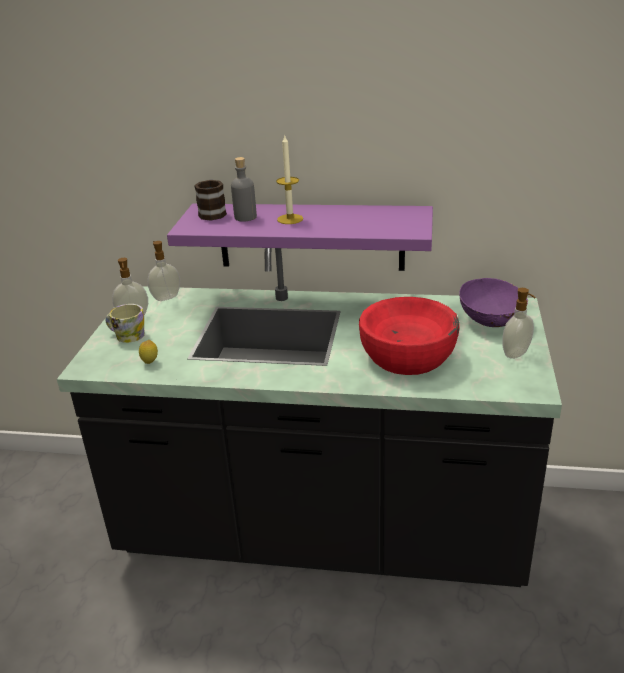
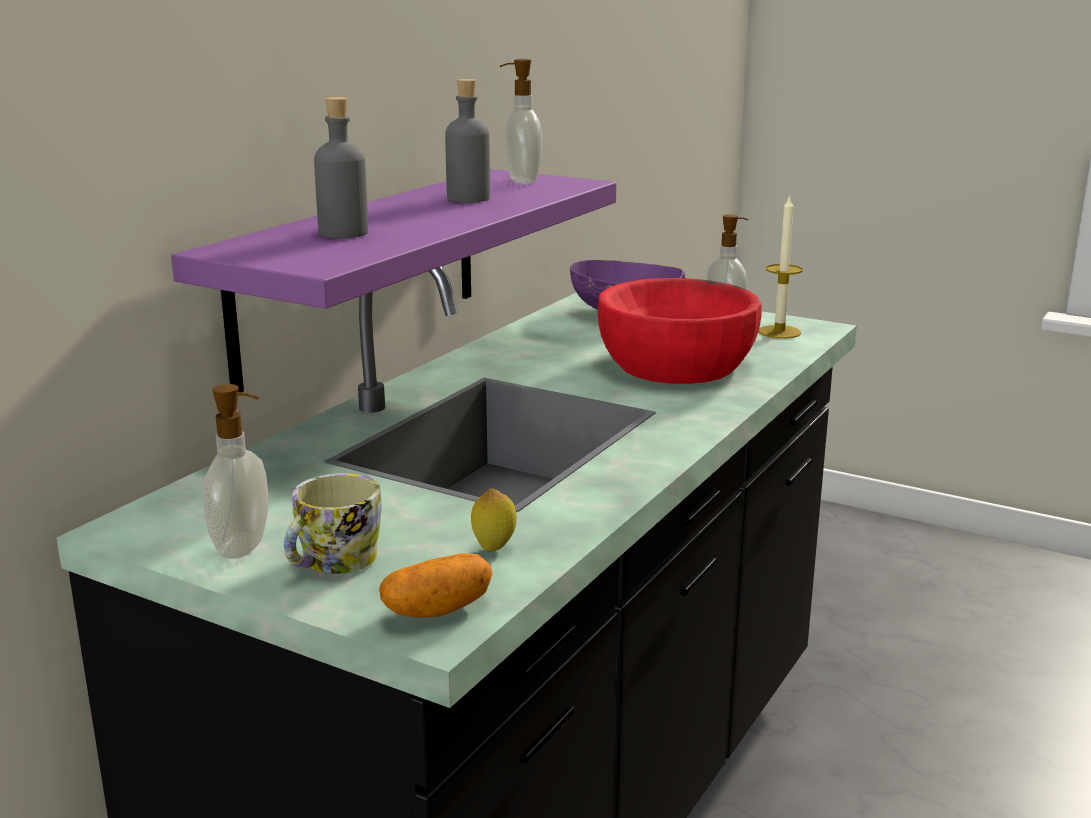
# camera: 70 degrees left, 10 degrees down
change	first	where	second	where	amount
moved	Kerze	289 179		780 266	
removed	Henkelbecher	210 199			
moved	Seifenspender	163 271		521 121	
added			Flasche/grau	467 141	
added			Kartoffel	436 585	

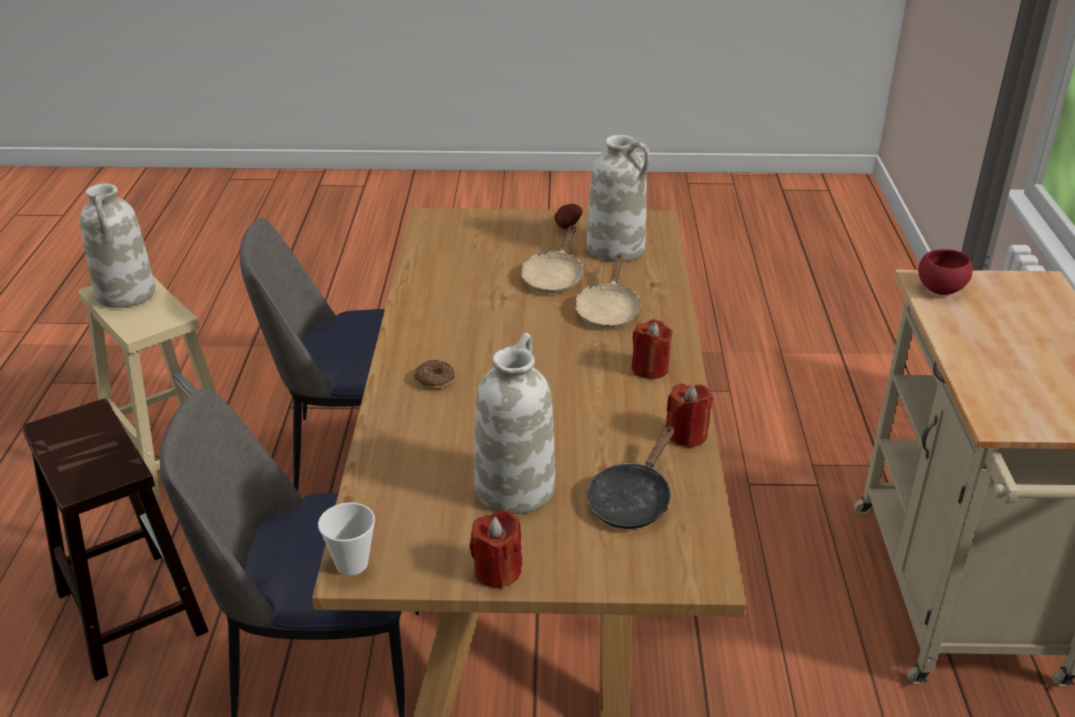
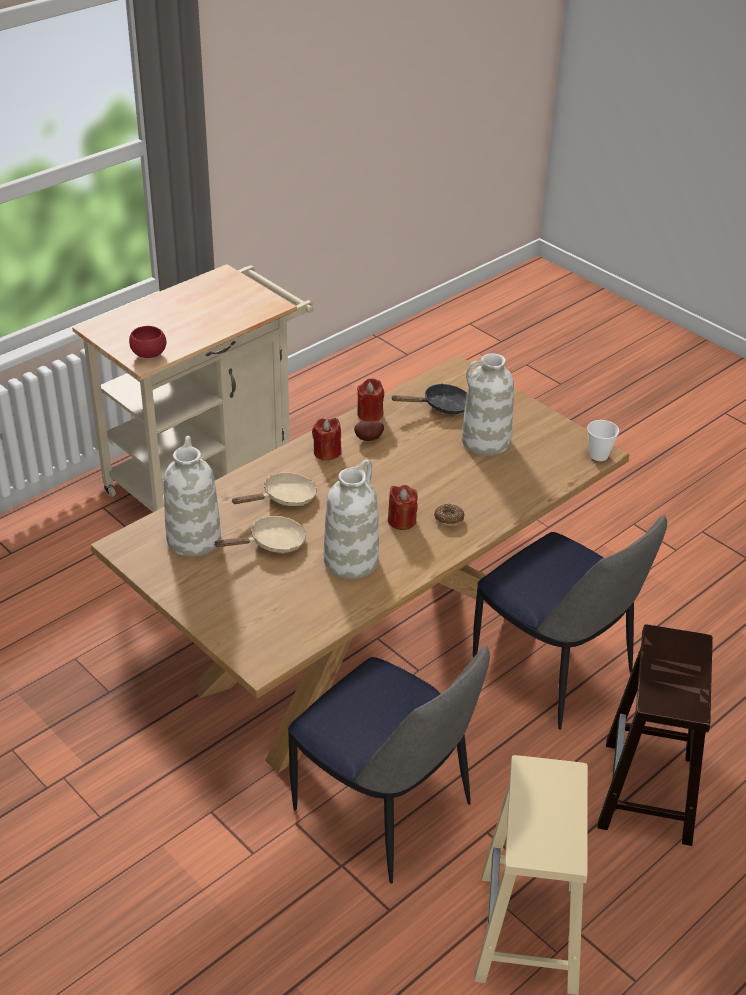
# camera: 135 degrees left, 5 degrees up
change	first	where	second	where	amount
moved	Vase/weiß	117 245		351 519	
moved	Kartoffel	568 216		369 431	
moved	Kerze/rot	496 549		403 507	

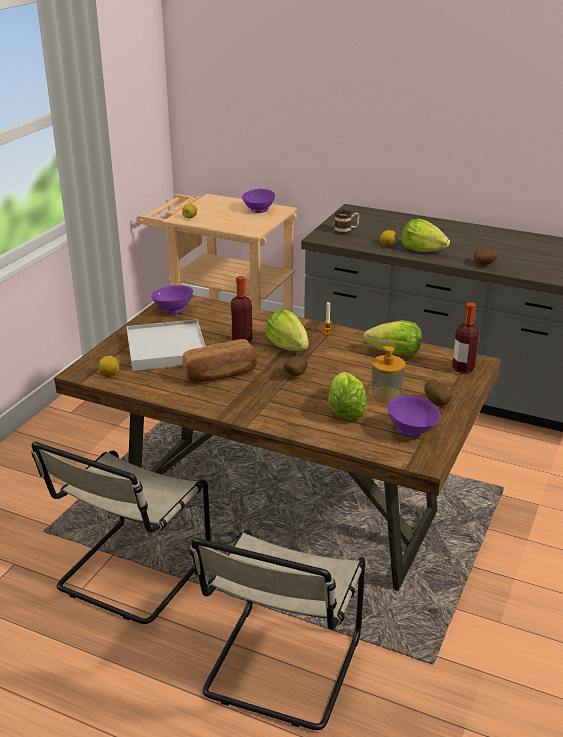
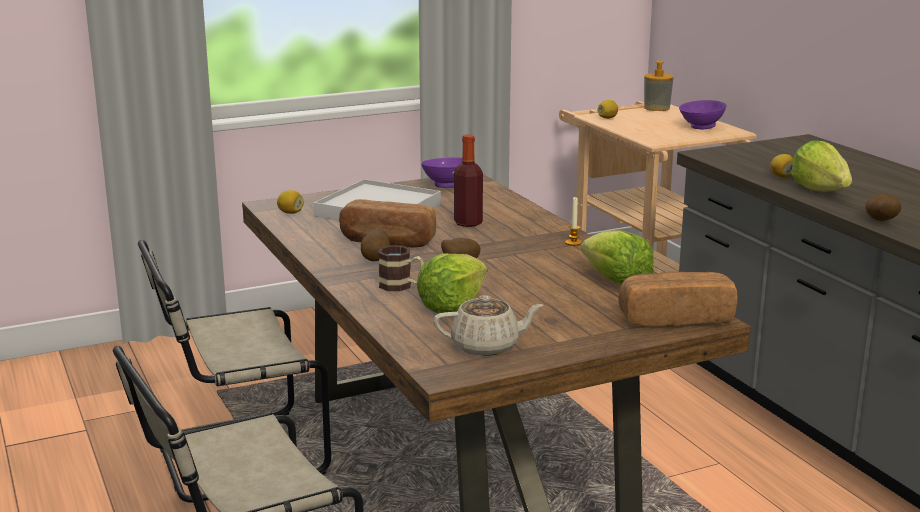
# camera: 40 degrees right, 10 degrees down
change	first	where	second	where	amount
moved	Henkelbecher	347 222		401 268	
replaced	Flasche	465 337	Brot	678 299	
removed	Salatkopf	287 330			
moved	Seifenspender	388 374		659 86	
moved	Kartoffel	438 392		375 245	
replaced	Schüssel/lila	413 416	Teekanne/beige	488 325	

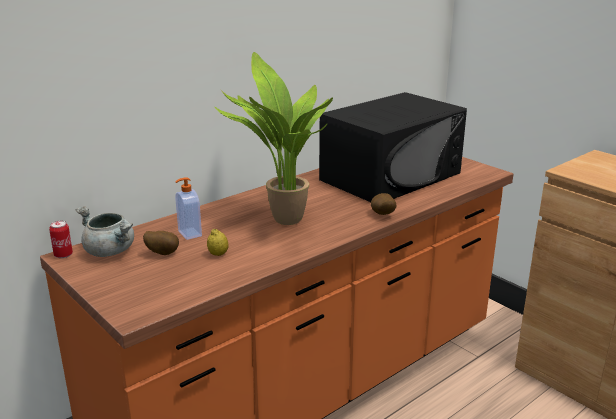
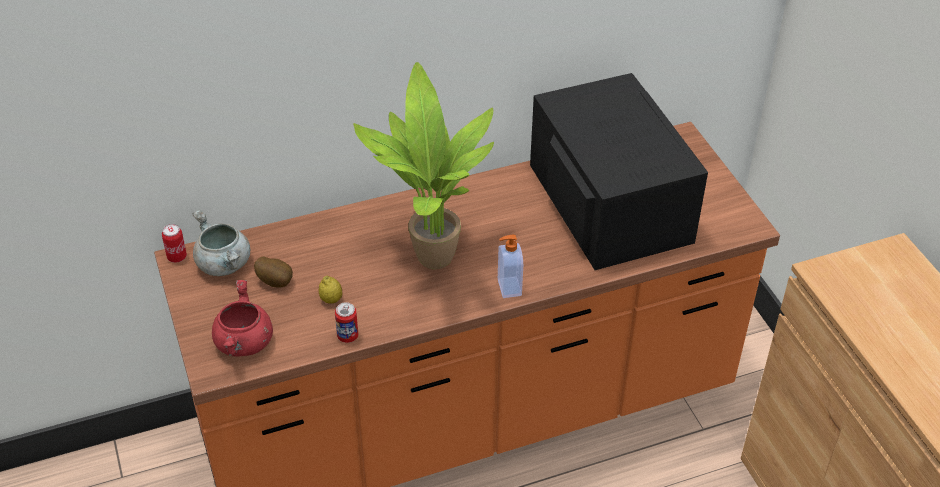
# camera: 20 degrees right, 20 degrees up
change	first	where	second	where	amount
turned	Mikrowelle/schwarz	393 147		619 171	90 degrees counterclockwise
moved	Seifenspender	188 208		510 266	
removed	Kartoffel	383 204			
added			Kochtopf/rot	242 318	
added			Dose	346 322	

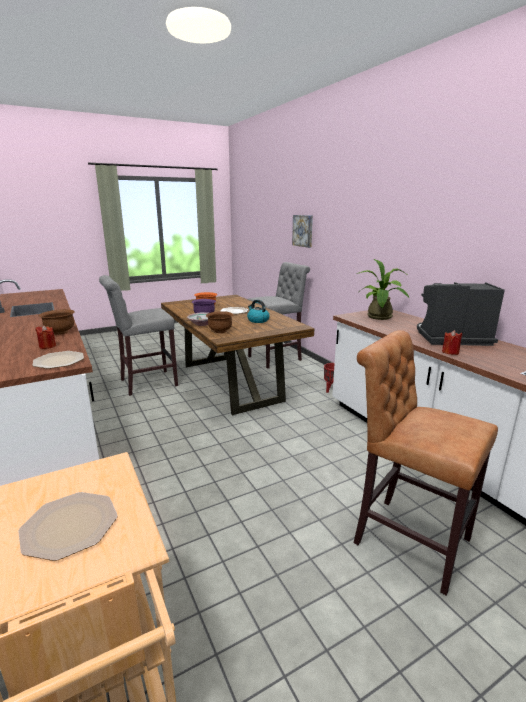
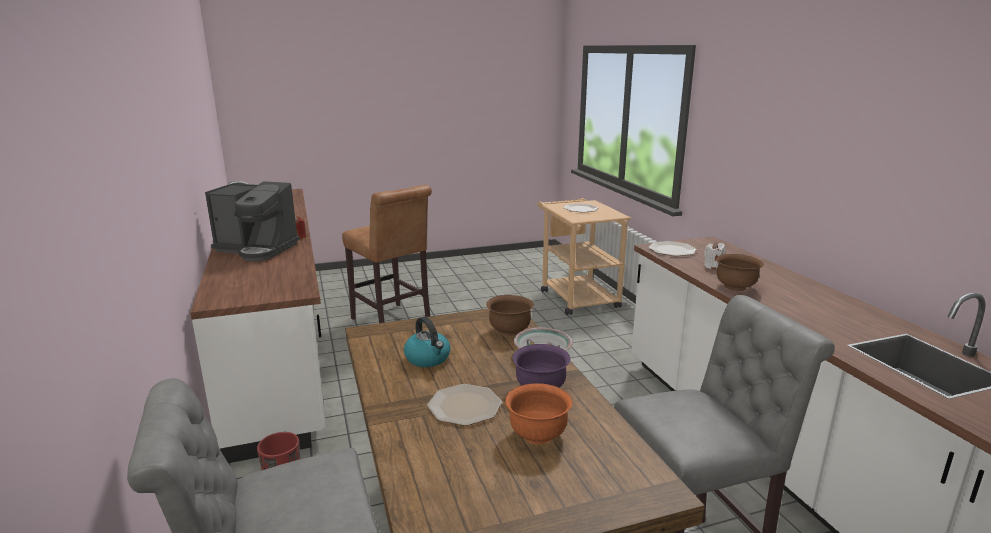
# camera: 170 degrees left, 0 degrees up
change	first	where	second	where	amount
removed	Bild	302 231			
removed	Topfpflanze	384 289			
recoloured	Kerze/rot	46 337	Kerze/weiß	714 255	

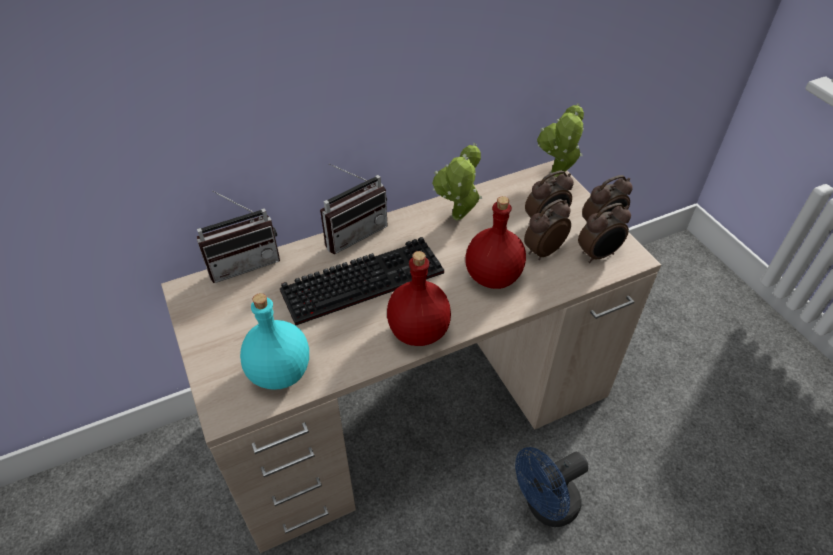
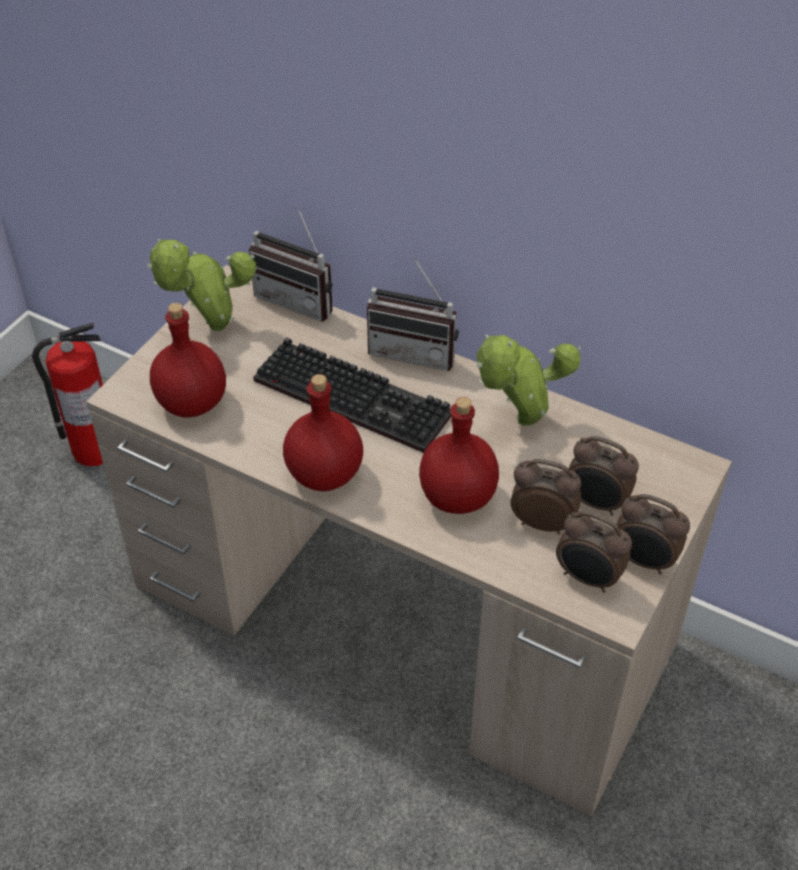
# camera: 55 degrees right, 0 degrees up
change	first	where	second	where	amount
moved	Topfpflanze	560 140		202 285	
recoloured	Flasche/türkis	274 341	Flasche/rot	188 360	
removed	Ventilator/blau	551 487			
added			Feuerlöscher	67 394	

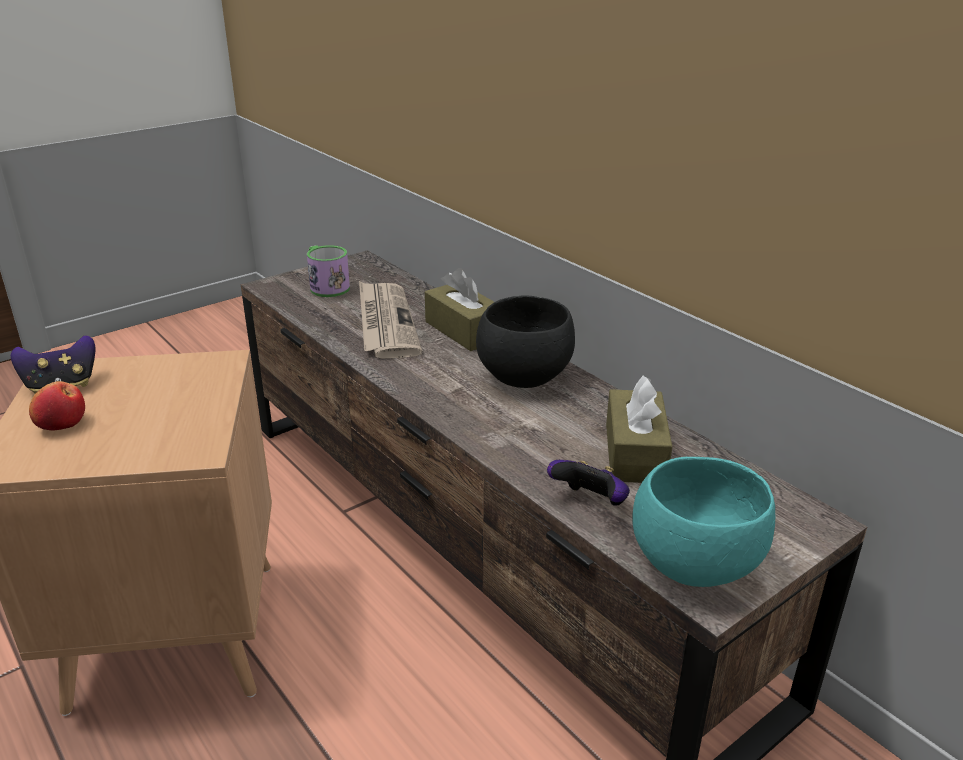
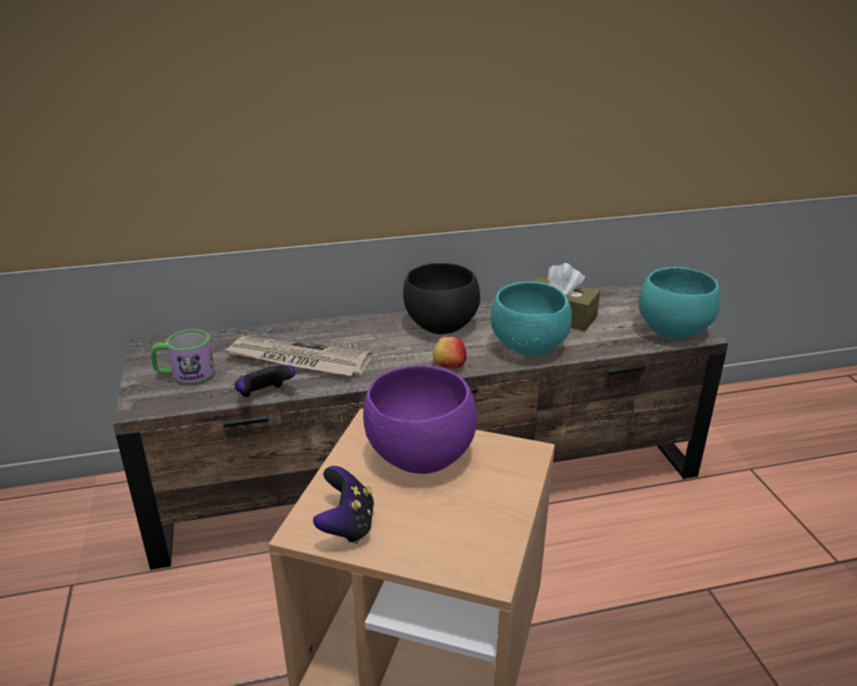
# camera: 65 degrees left, 0 degrees up
change	first	where	second	where	amount
removed	Taschentuchbox/braun	459 309			
moved	Apfel	57 406		449 353	
moved	Gamepad	588 483		265 380	
added			Schüssel/türkis	531 318	
added			Schüssel/lila	420 419	

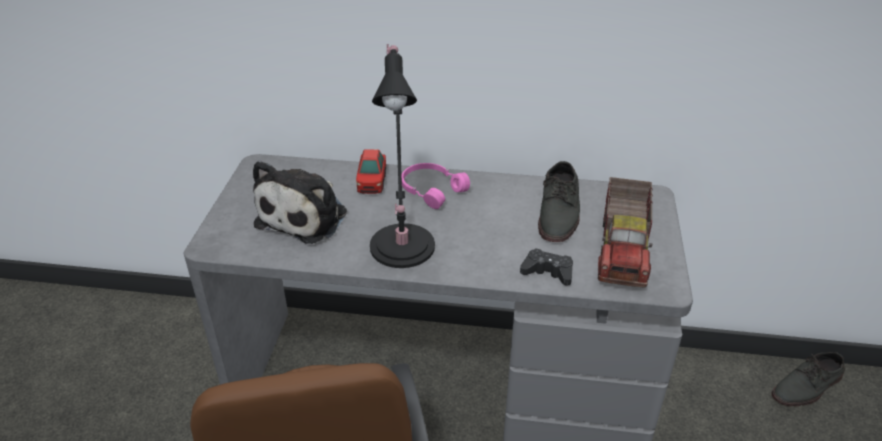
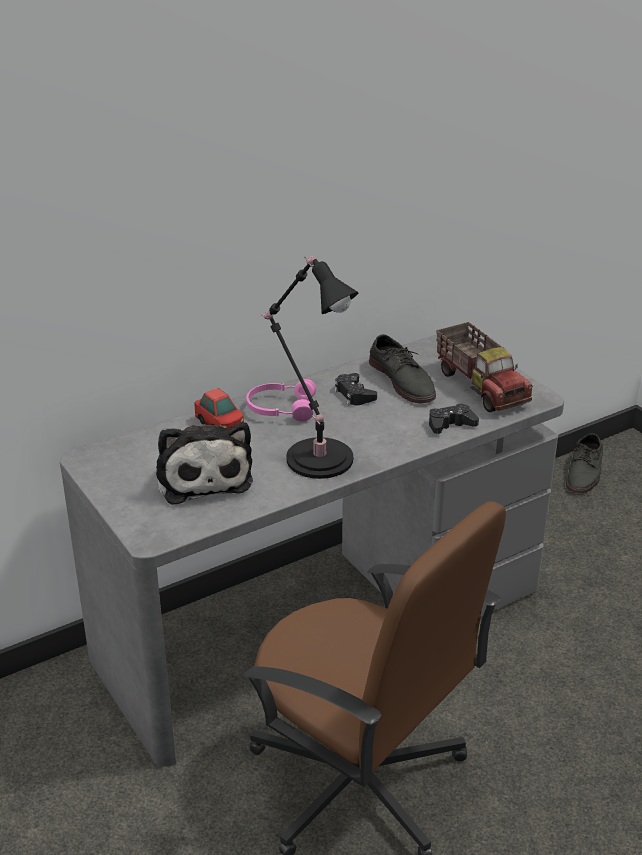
# camera: 40 degrees left, 5 degrees down
change	first	where	second	where	amount
added			Gamepad/schwarz	355 389	

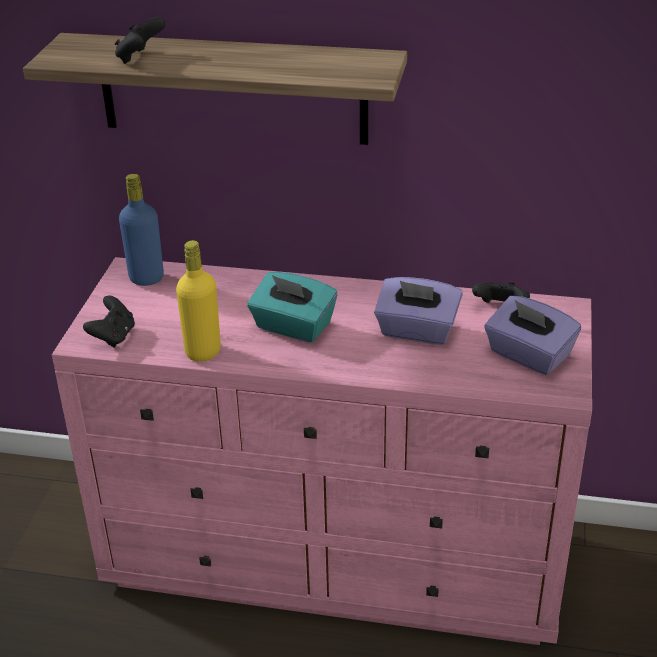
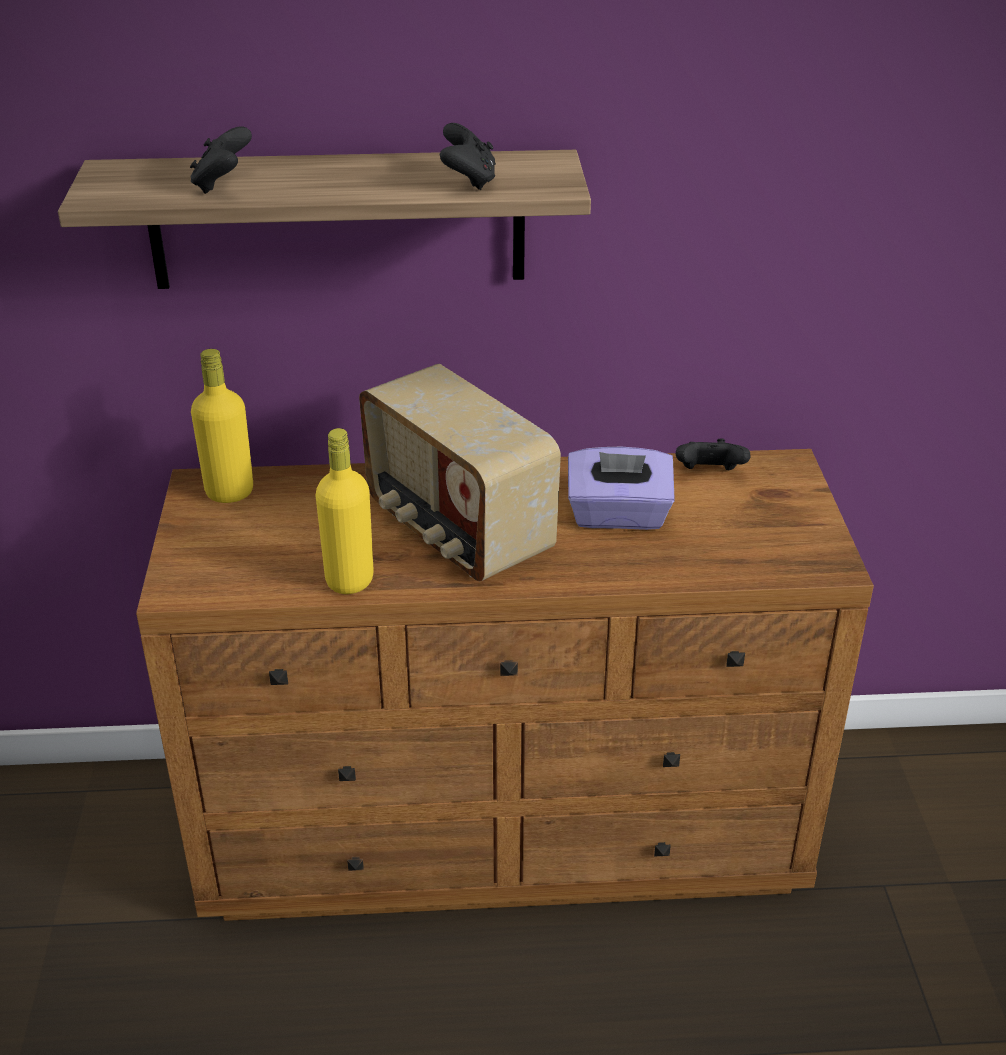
# camera: 15 degrees left, 0 degrees up
change	first	where	second	where	amount
recoloured	Flasche/blau	141 230	Flasche/gelb	222 426	
recoloured	Kommode/rosa	322 451	Kommode/braun	505 685	
replaced	Taschentuchbox/türkis	292 307	Radio	460 472	
moved	Gamepad/schwarz	109 322		468 156	
removed	Taschentuchbox/lila	532 335			

